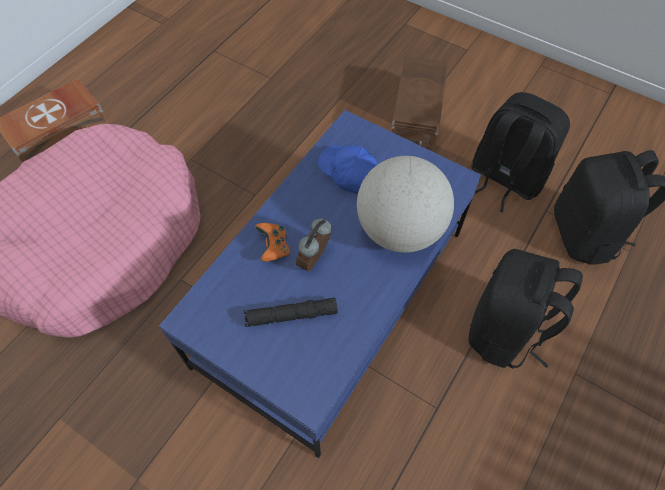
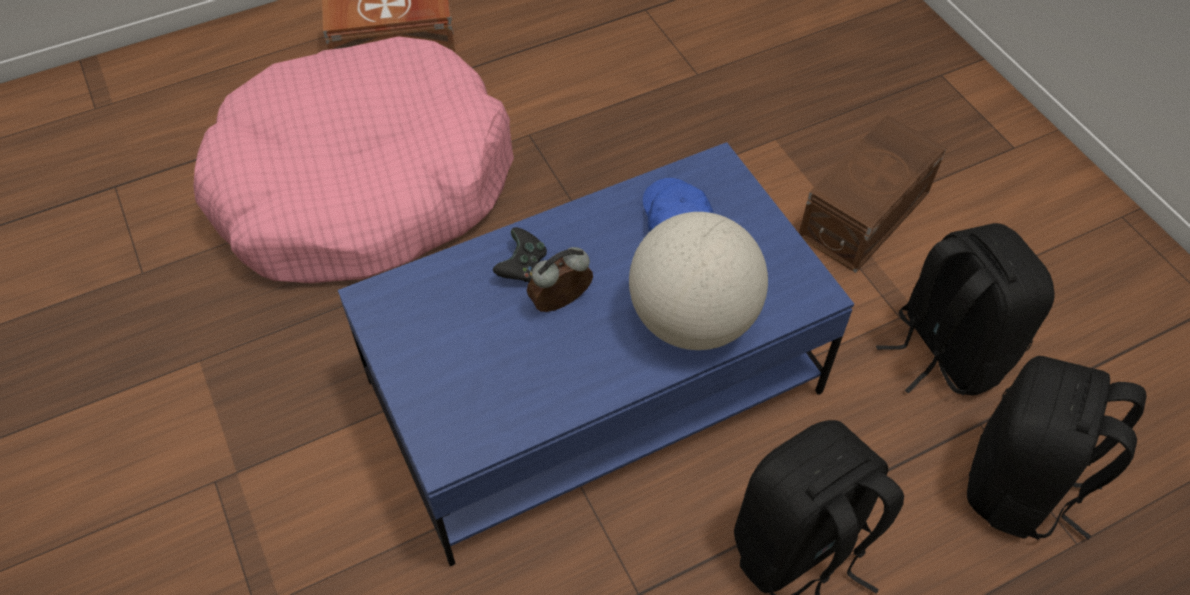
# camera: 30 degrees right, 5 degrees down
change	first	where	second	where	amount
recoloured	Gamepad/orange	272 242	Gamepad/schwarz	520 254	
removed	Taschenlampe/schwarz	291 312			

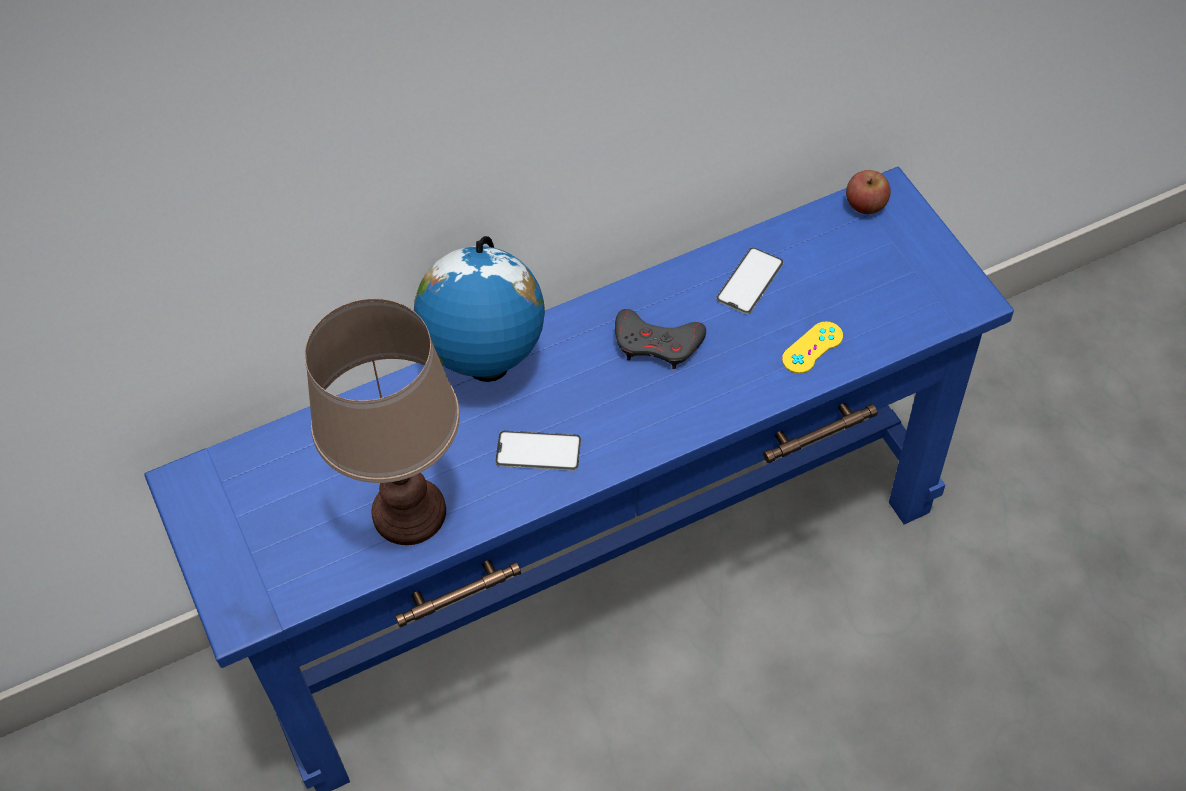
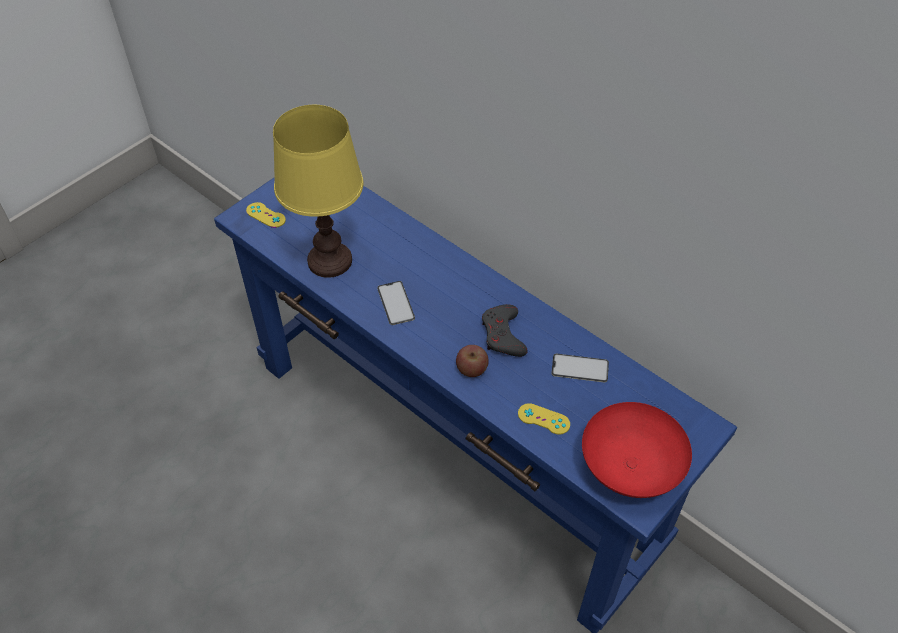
# camera: 65 degrees right, 5 degrees down
change	first	where	second	where	amount
moved	Apfel	868 192		472 361	
removed	Globus	479 309			
recoloured	Tischlampe/braun	382 421	Tischlampe/gelb	318 191	
added			Gamepad/gelb	266 215	
added			Schüssel/rot	637 450	

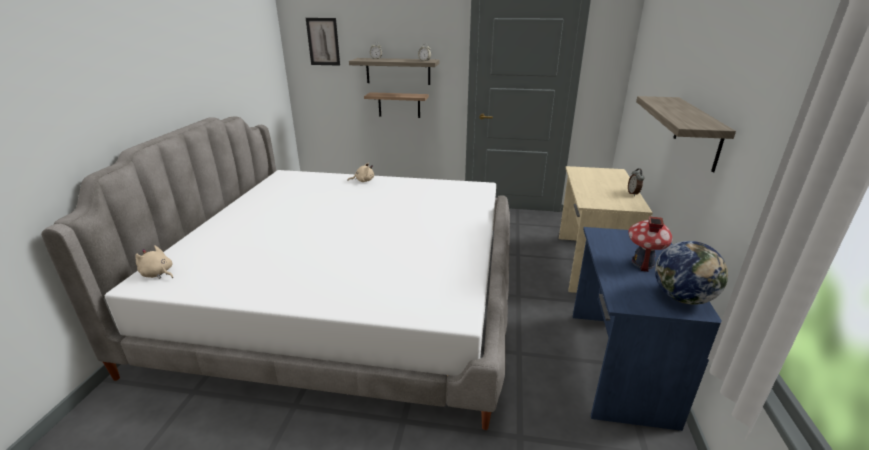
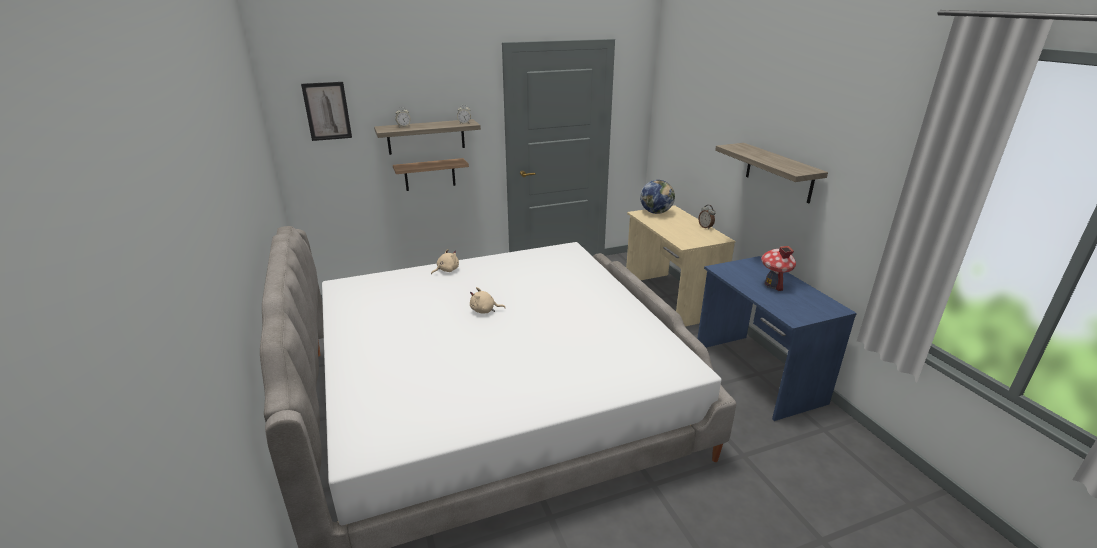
# camera: 30 degrees left, 0 degrees up
change	first	where	second	where	amount
moved	Globus	691 273		657 197	
moved	Plüschtier/beige	154 262		488 300	

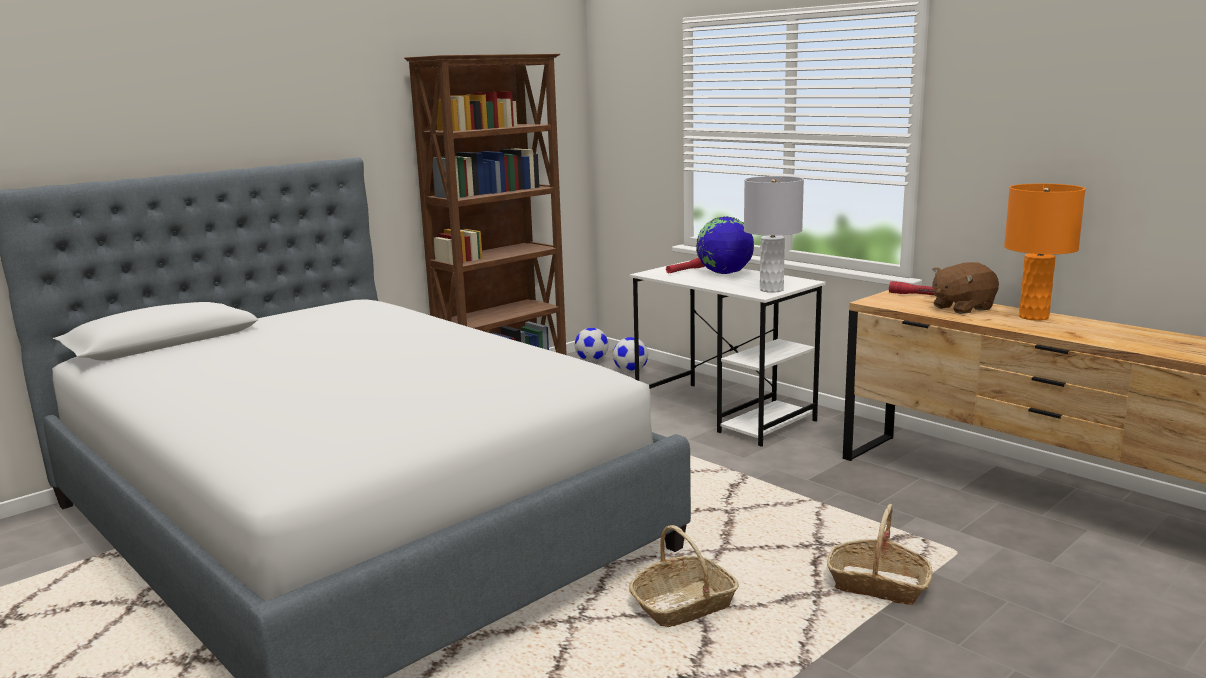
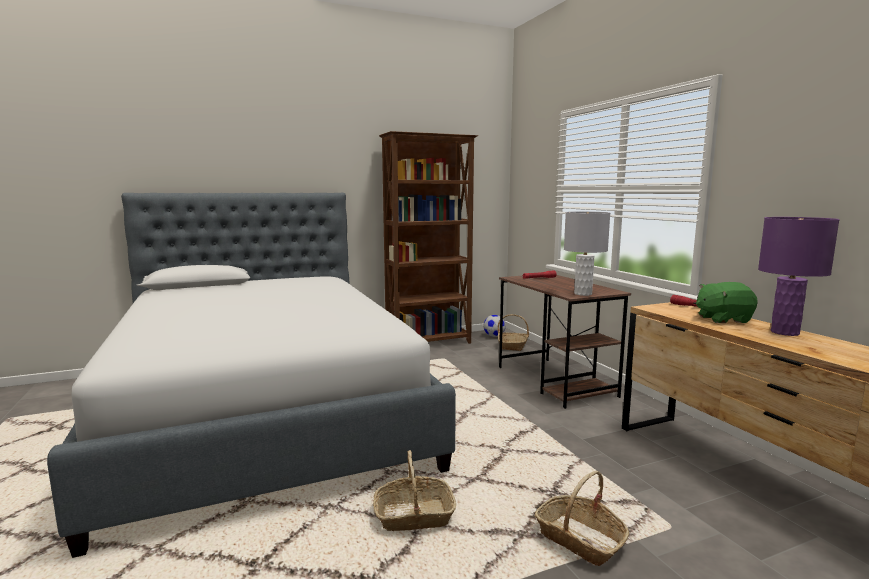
# camera: 20 degrees right, 5 degrees down
change	first	where	second	where	amount
recoloured	Tischlampe/orange	1045 252	Tischlampe/lila	798 276	
removed	Globus	725 245			
recoloured	Schreibtisch/weiß	728 353	Schreibtisch/braun	565 342	
recoloured	Plüschtier/braun	965 288	Plüschtier/grün	727 302	
replaced	Fußball	630 354	Korb	513 332	

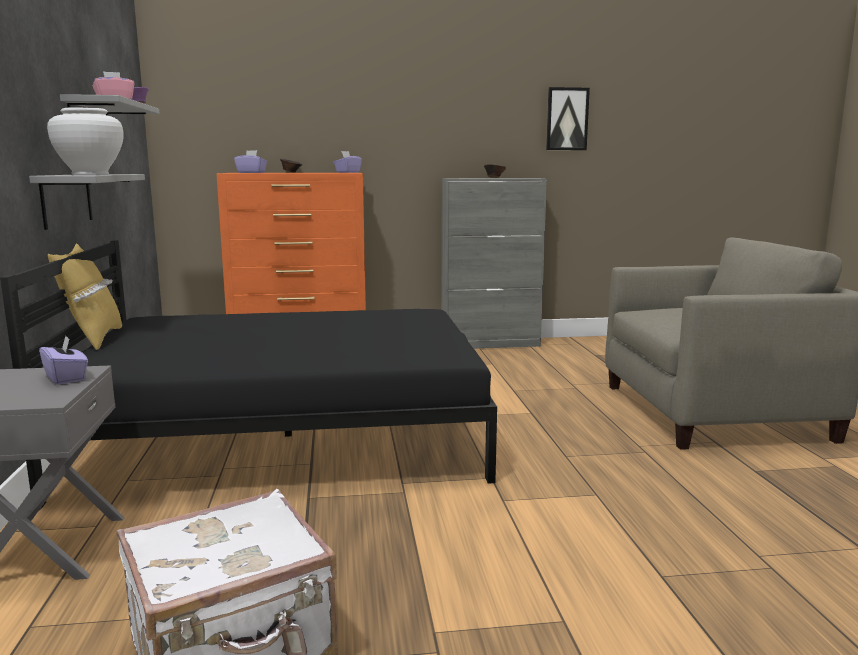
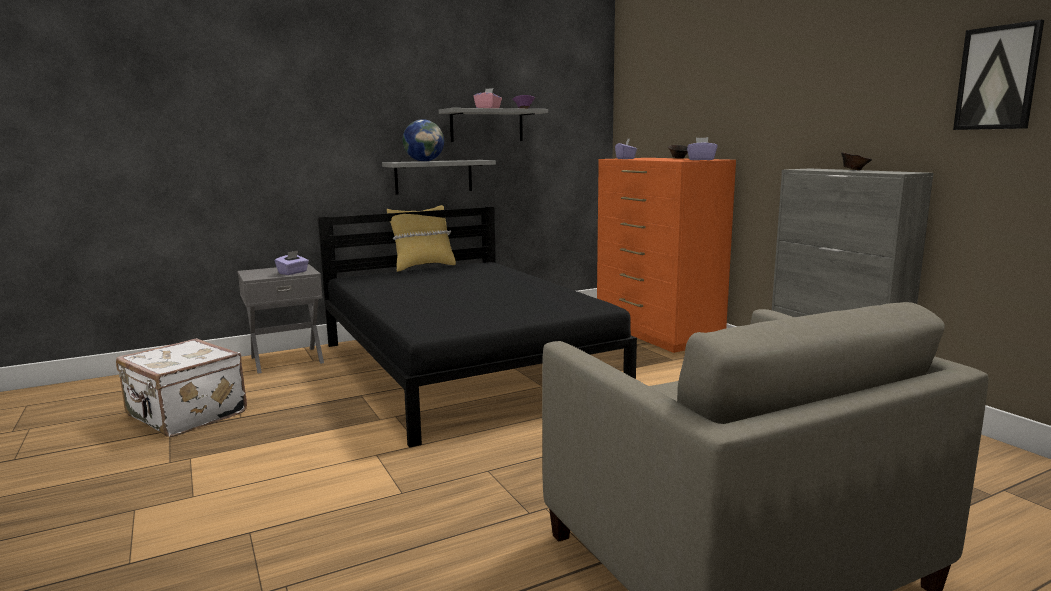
# camera: 70 degrees right, 0 degrees up
change	first	where	second	where	amount
replaced	Vase/weiß	85 141	Globus	423 140	

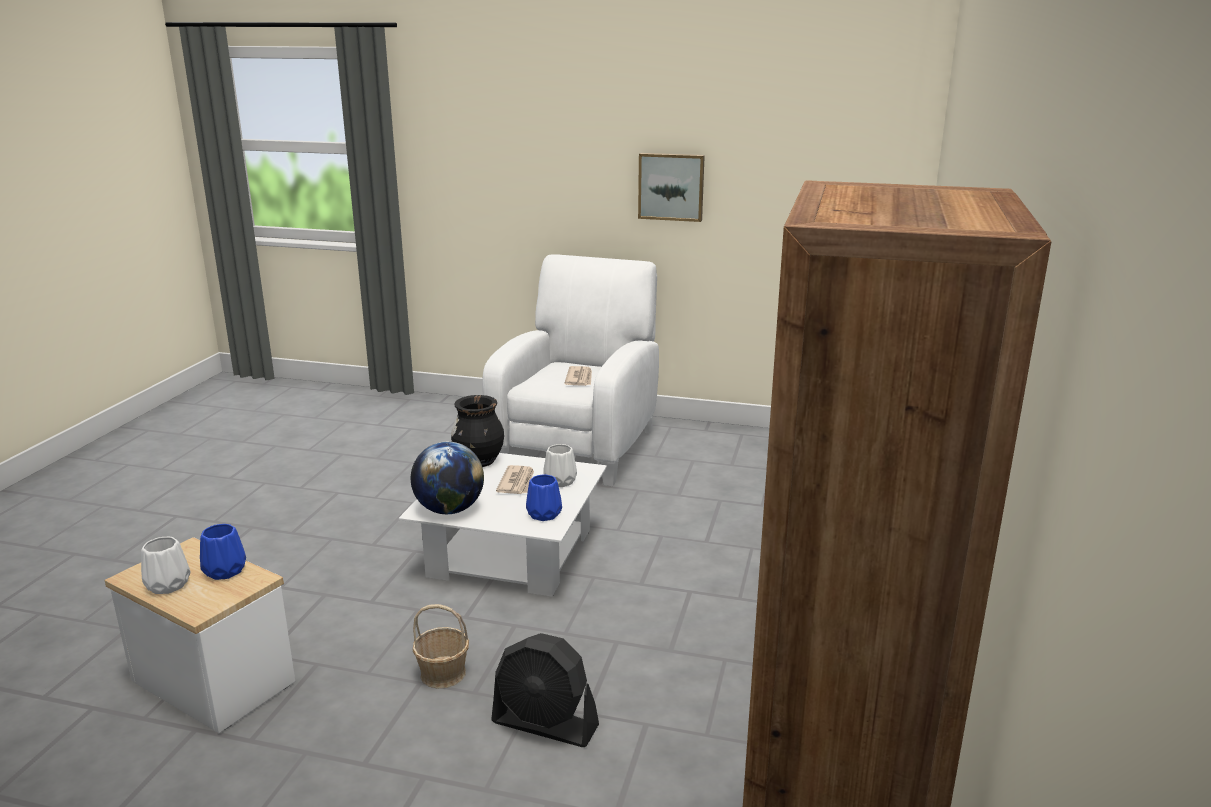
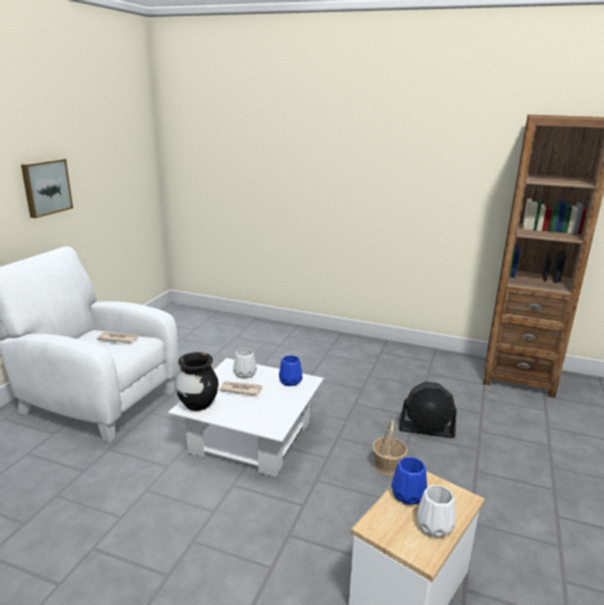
# camera: 85 degrees left, 0 degrees up
change	first	where	second	where	amount
removed	Globus	447 477			
turned	Ventilator/schwarz	545 690		428 410	75 degrees clockwise

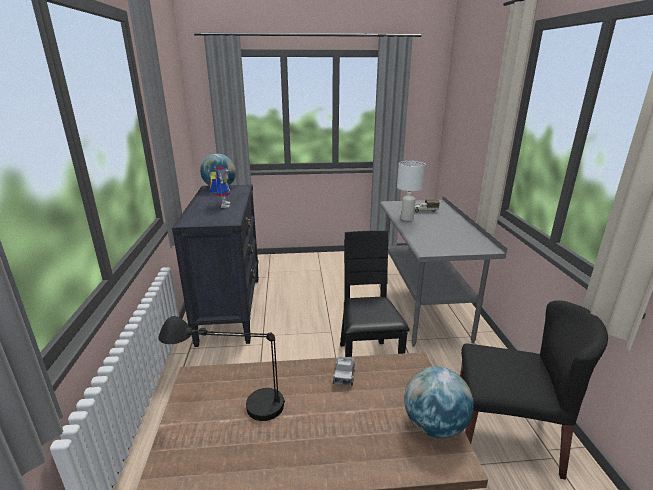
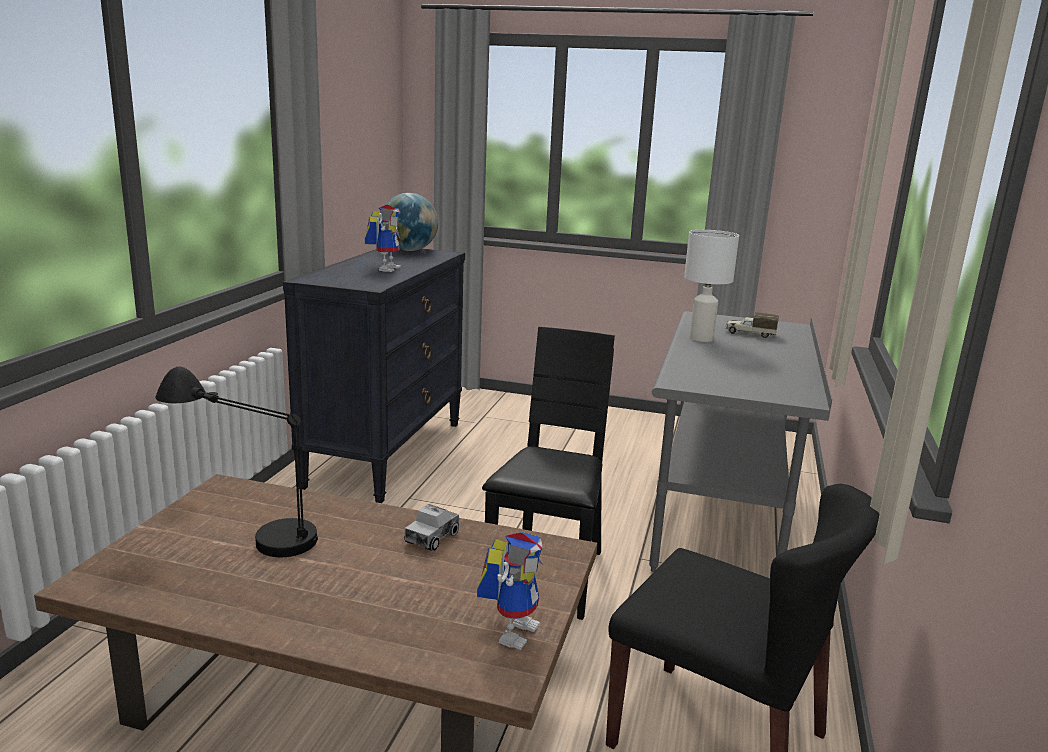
# camera: 20 degrees right, 5 degrees down
change	first	where	second	where	amount
replaced	Globus	439 402	Spielzeugroboter	510 591	

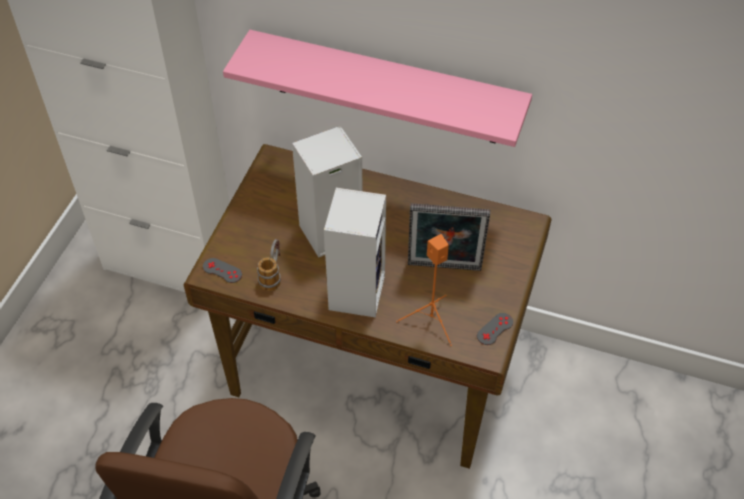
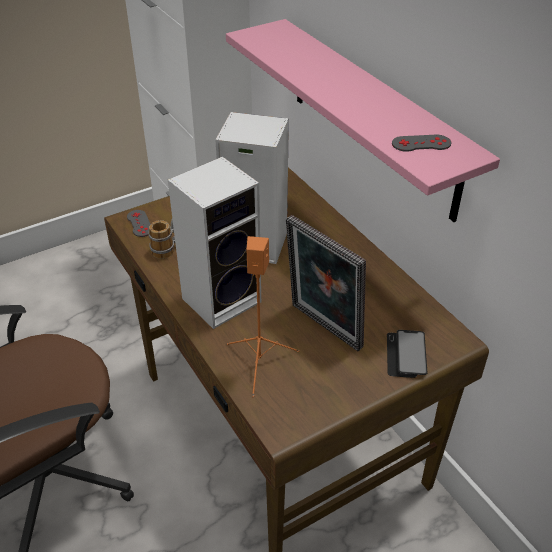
# camera: 40 degrees right, 10 degrees down
change	first	where	second	where	amount
moved	Gamepad/grau	495 329		421 143	
added			Handy	407 354	

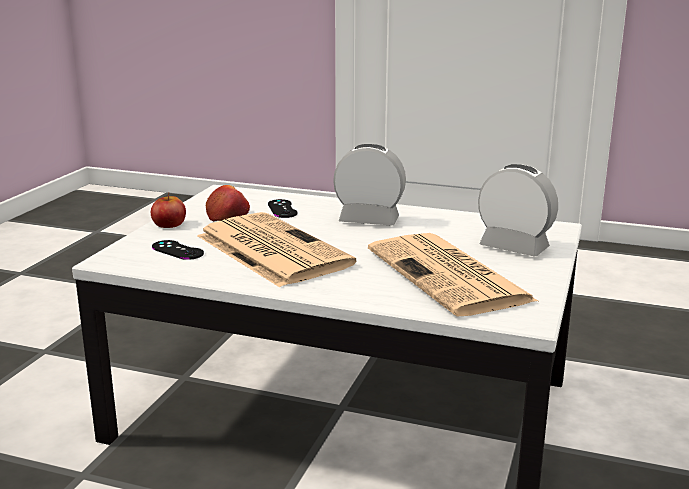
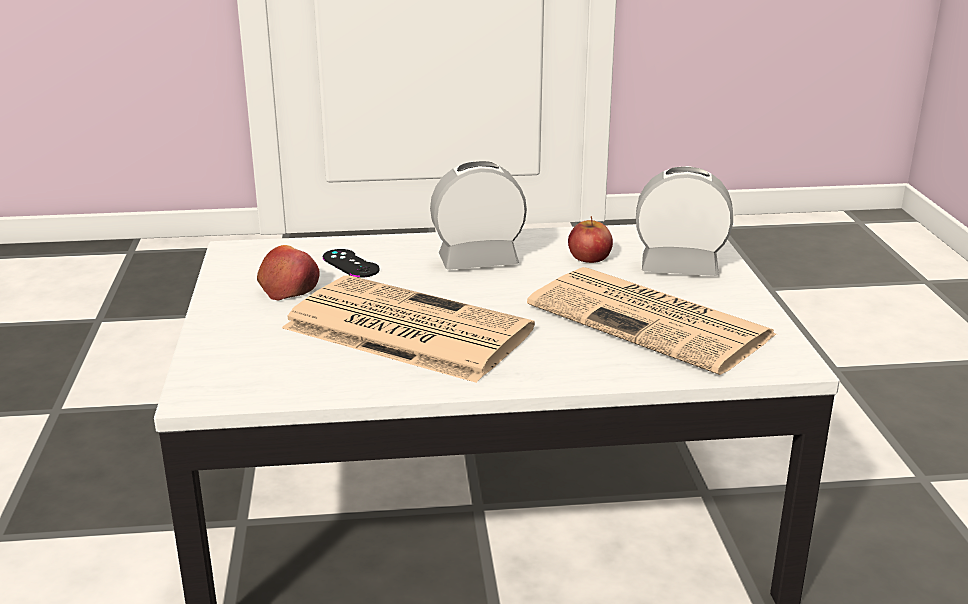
# camera: 25 degrees left, 5 degrees up
change	first	where	second	where	amount
moved	Apfel	168 210		590 239	
removed	Gamepad/schwarz	178 250			

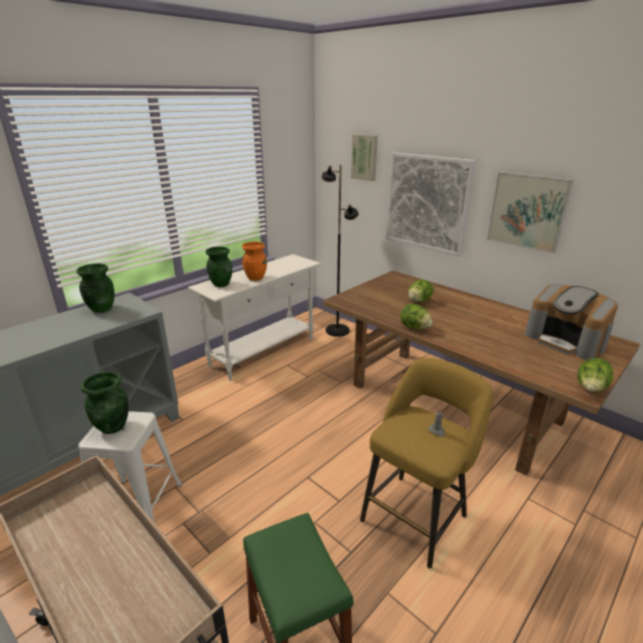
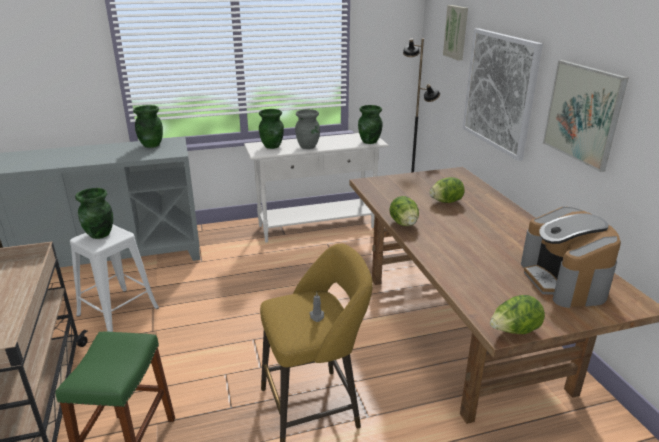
# camera: 30 degrees right, 0 degrees up
change	first	where	second	where	amount
recoloured	Vase/orange	254 261	Vase/grau	307 129	
added			Vase/grün	370 124	

